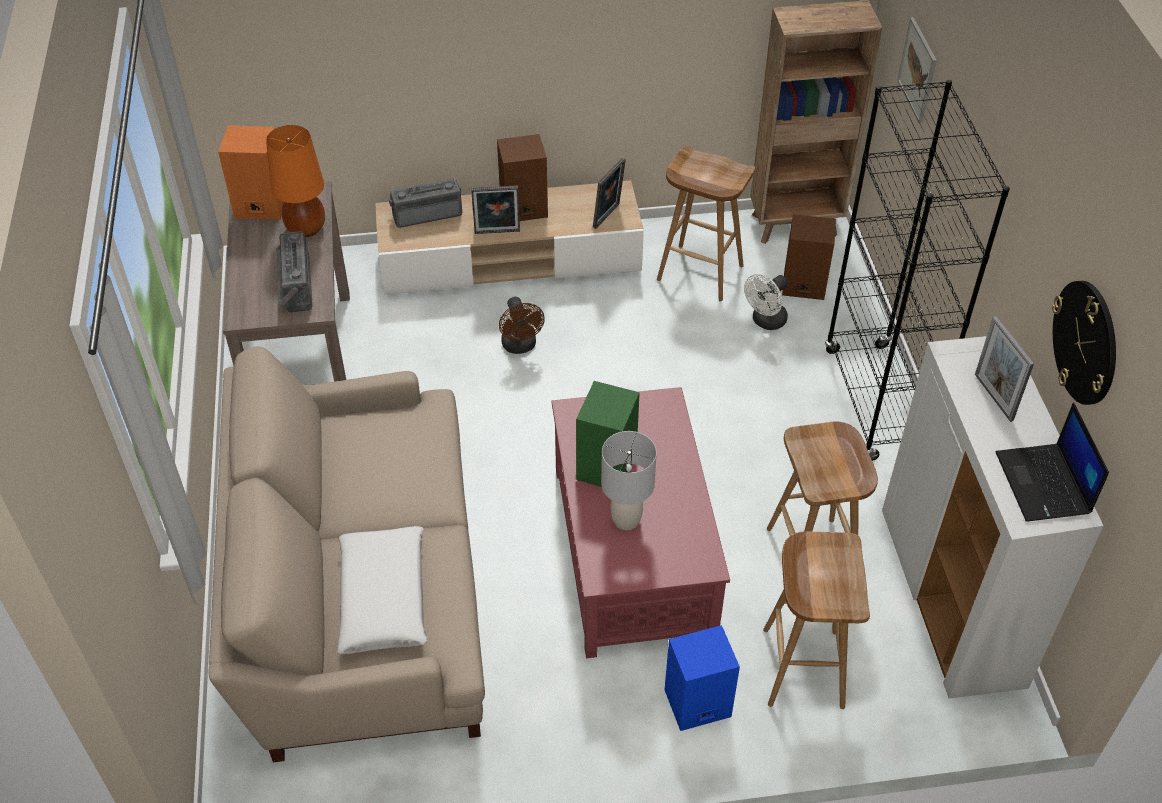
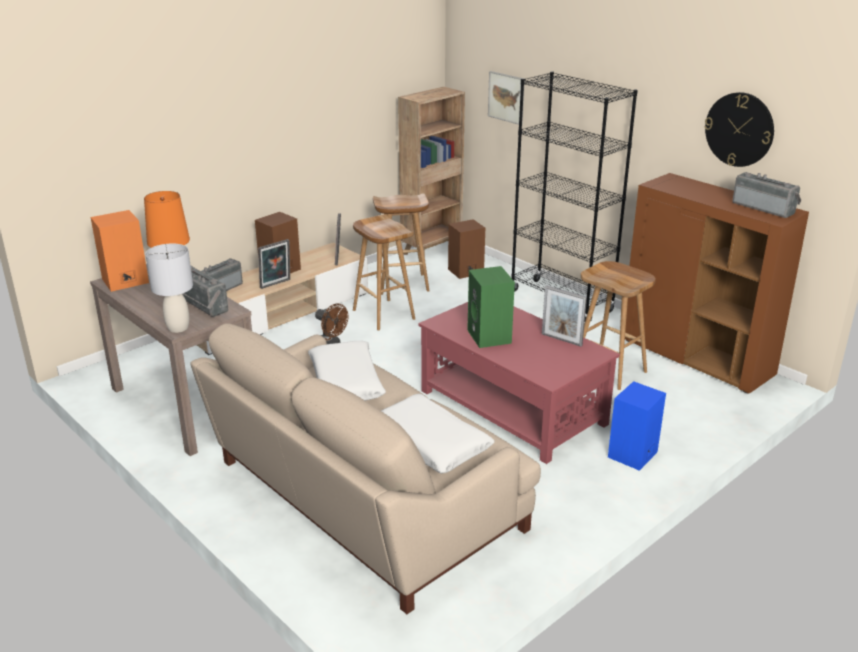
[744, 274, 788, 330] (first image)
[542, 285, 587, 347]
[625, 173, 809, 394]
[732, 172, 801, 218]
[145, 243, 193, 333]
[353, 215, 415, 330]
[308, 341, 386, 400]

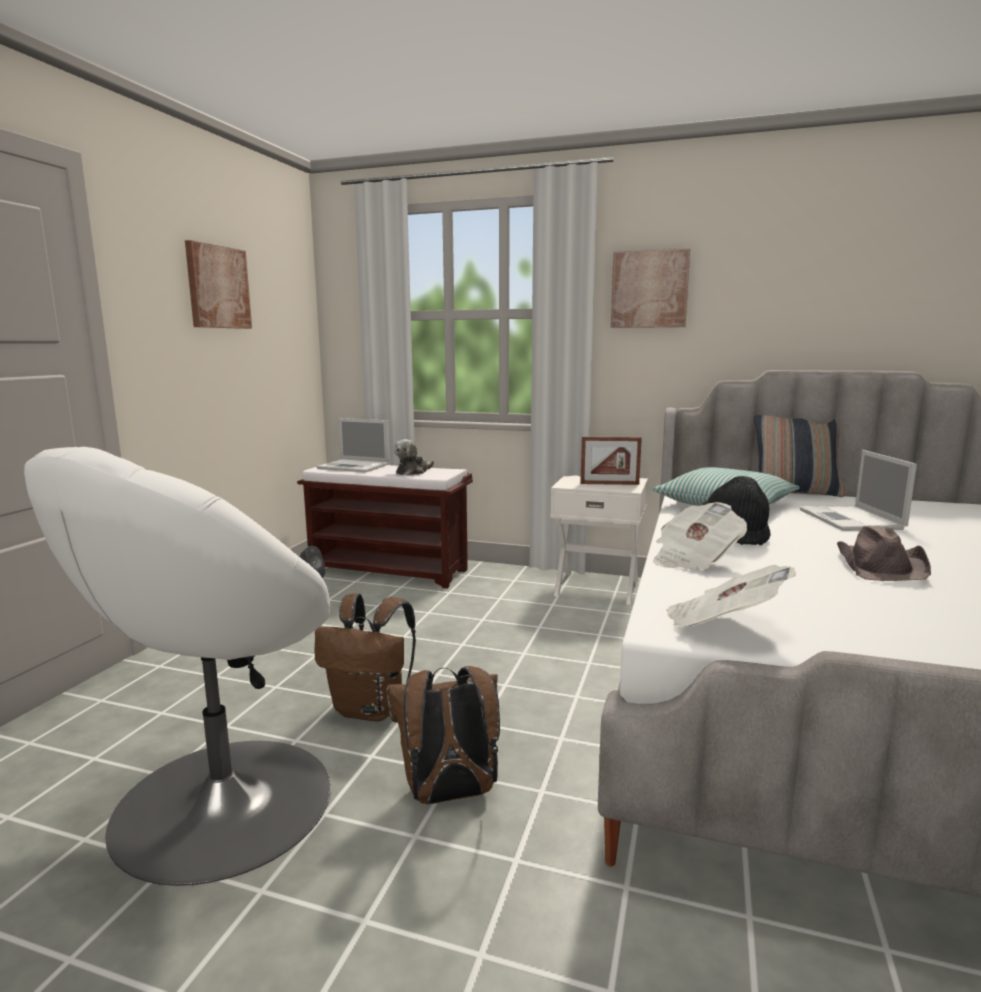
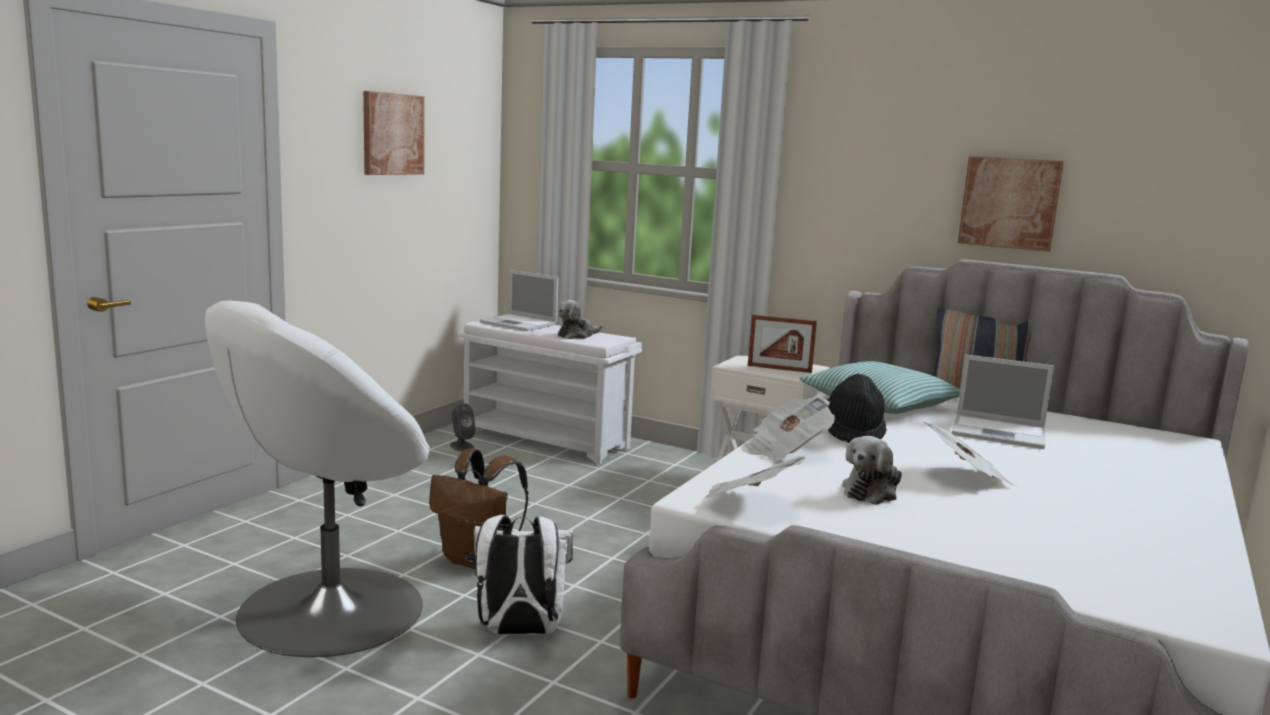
[958, 156, 1064, 252]
[952, 354, 1054, 449]
[458, 320, 642, 464]
[923, 422, 1016, 486]
[474, 515, 573, 635]
[842, 436, 902, 505]

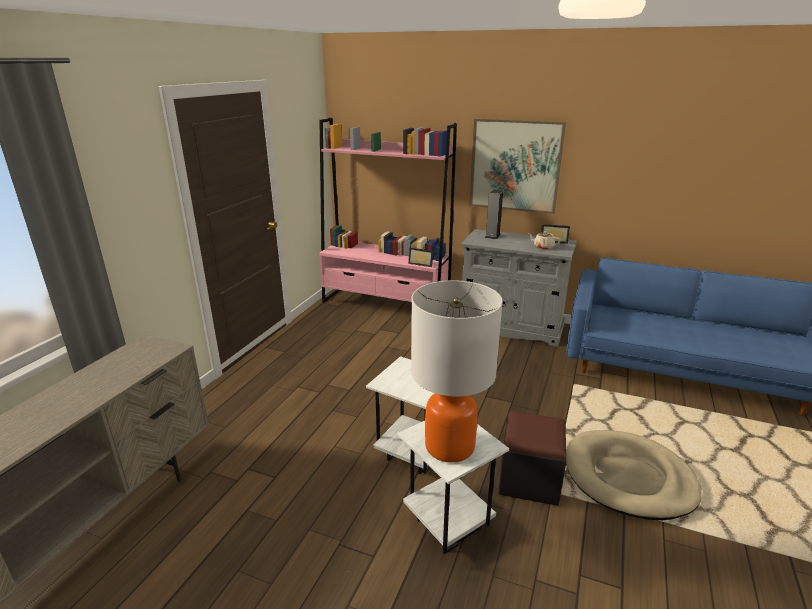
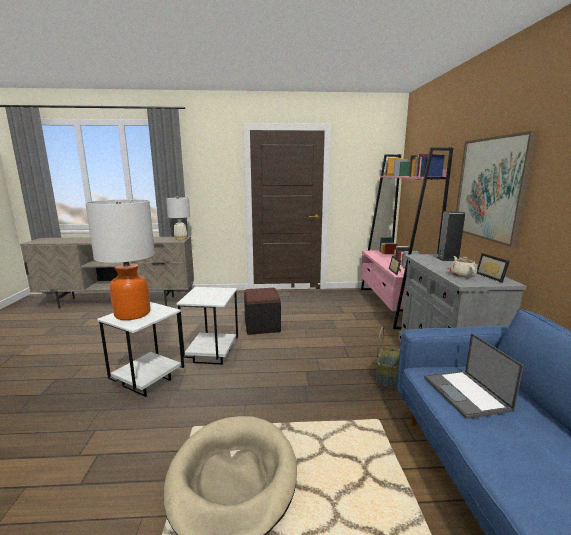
[244, 288, 281, 335]
[166, 196, 190, 240]
[376, 327, 400, 388]
[424, 333, 524, 419]

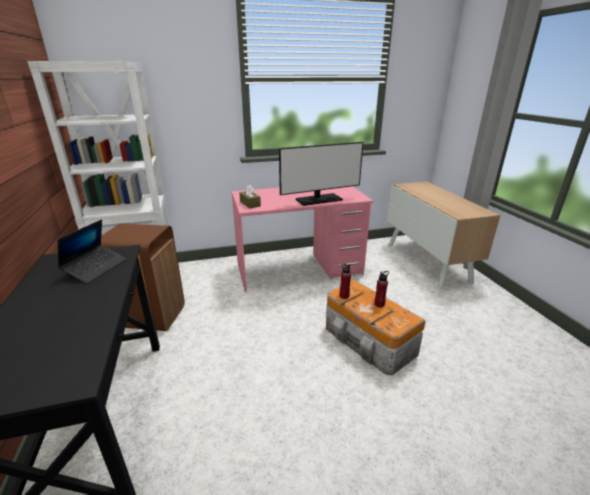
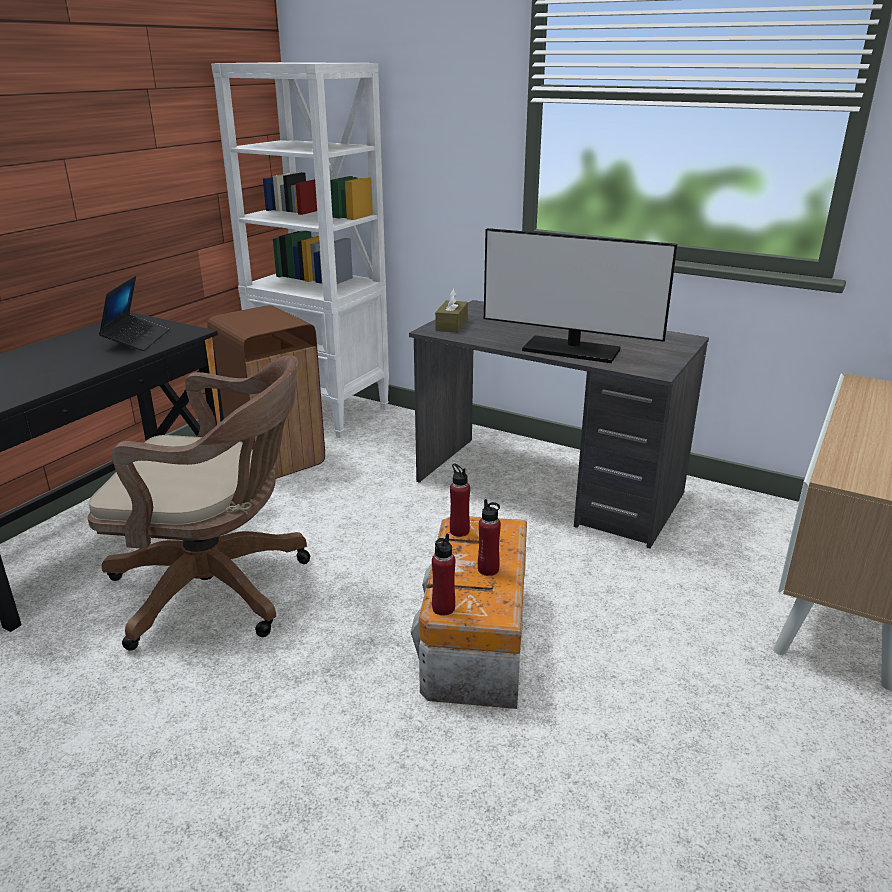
[409, 300, 709, 548]
[99, 276, 169, 351]
[88, 356, 310, 651]
[432, 533, 455, 615]

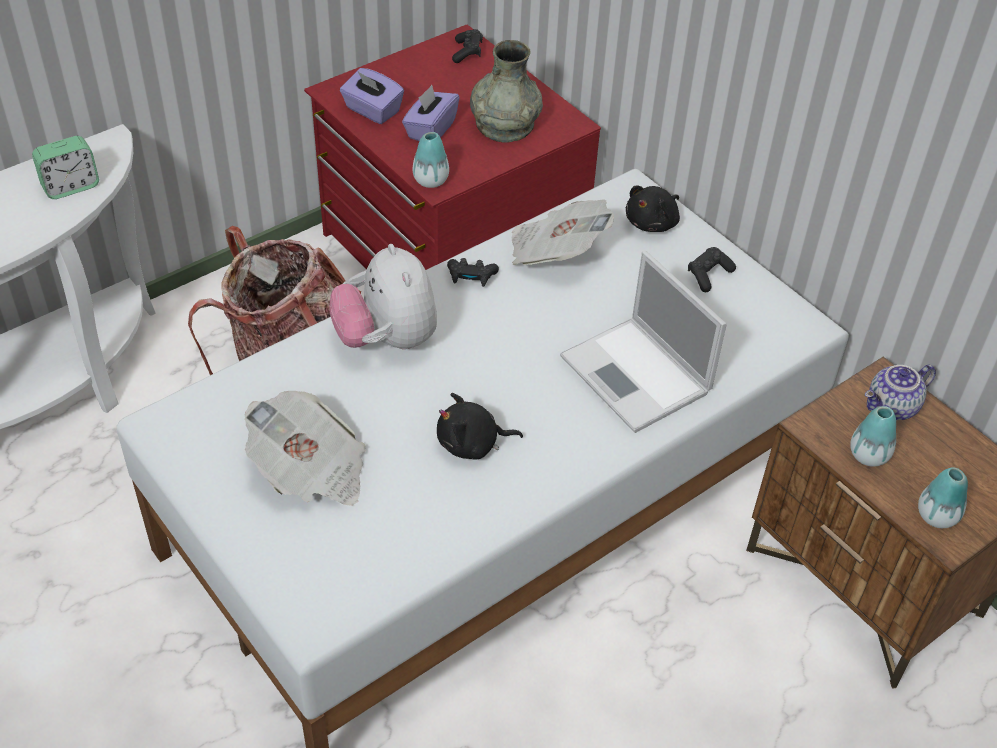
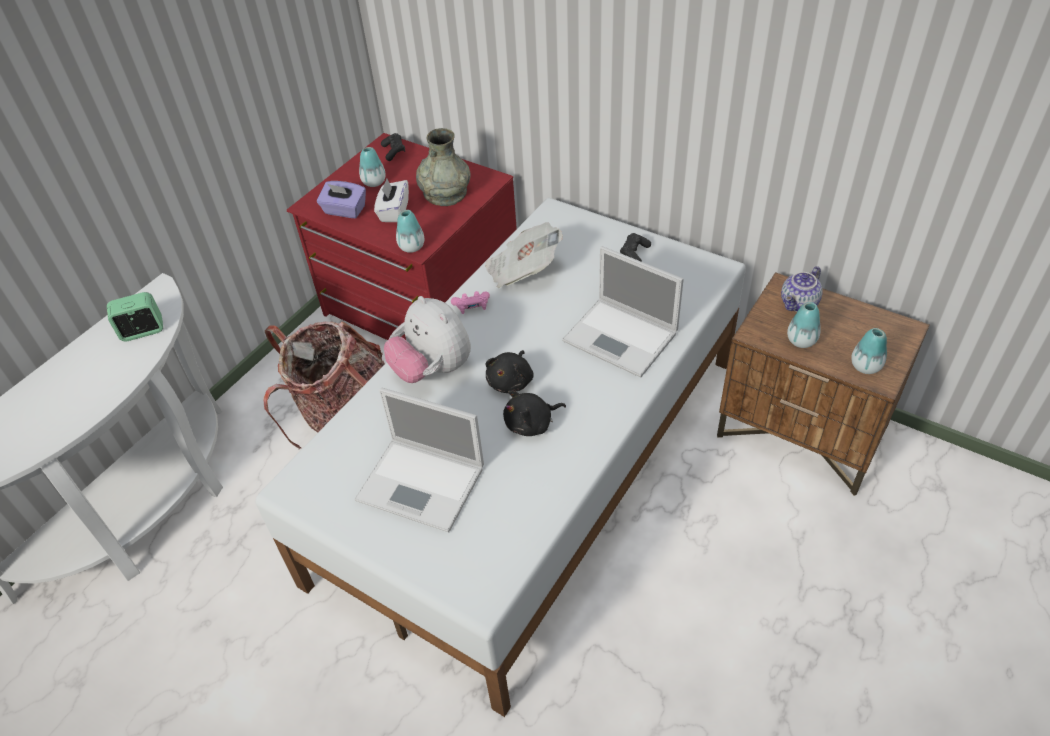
[374, 178, 409, 222]
[107, 292, 163, 341]
[486, 350, 534, 393]
[451, 291, 490, 314]
[354, 388, 484, 532]
[359, 147, 386, 187]

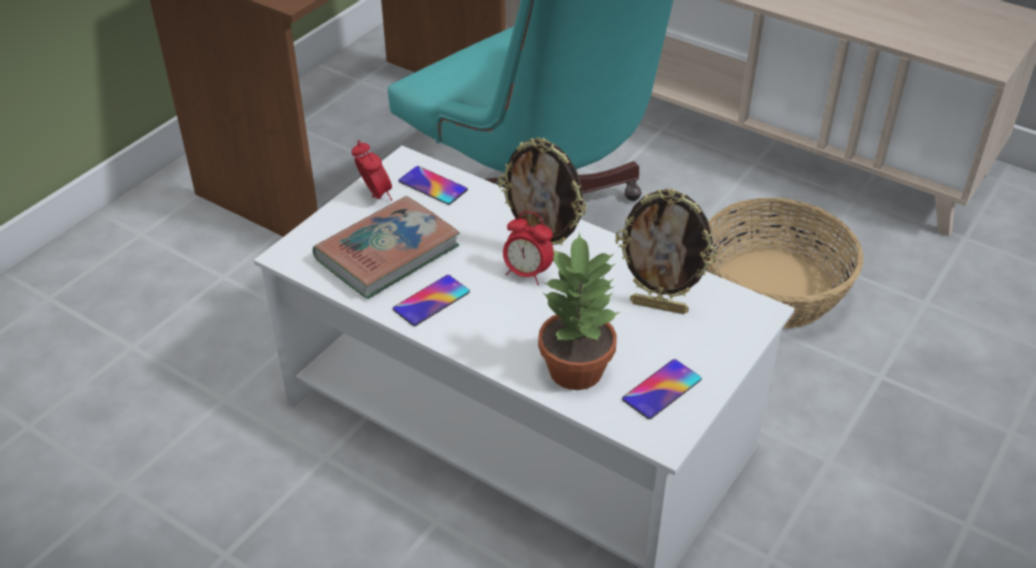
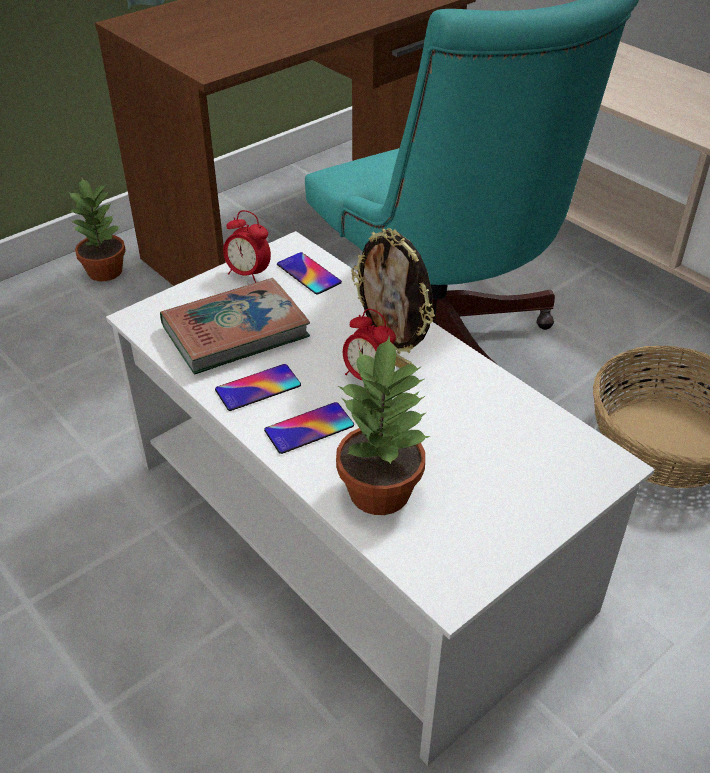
[223, 210, 271, 283]
[615, 188, 717, 314] (first image)
[264, 402, 354, 454]
[69, 178, 126, 281]

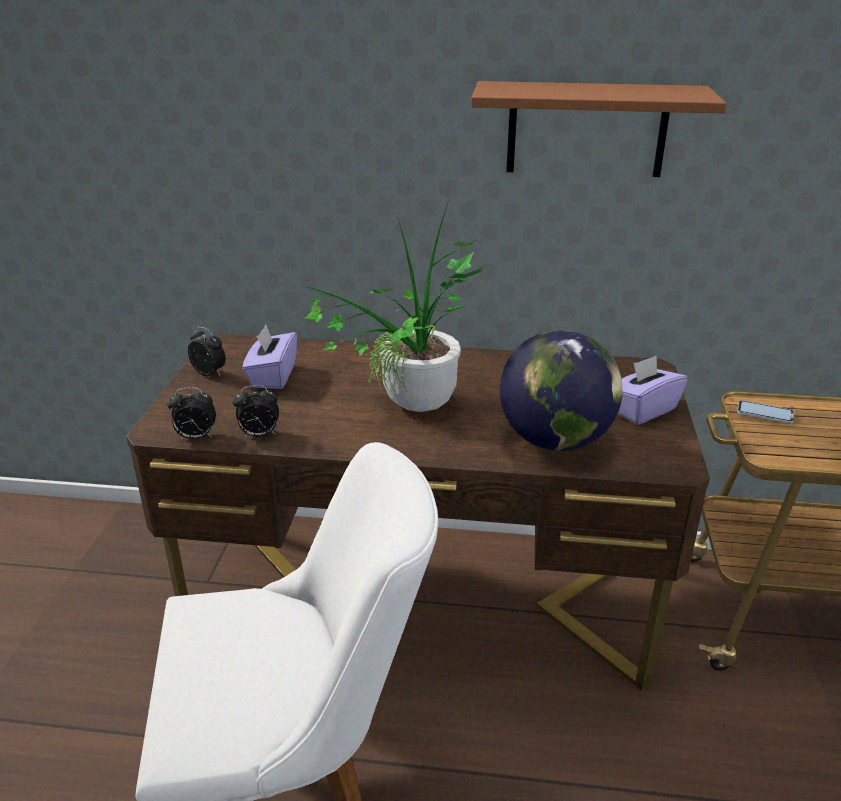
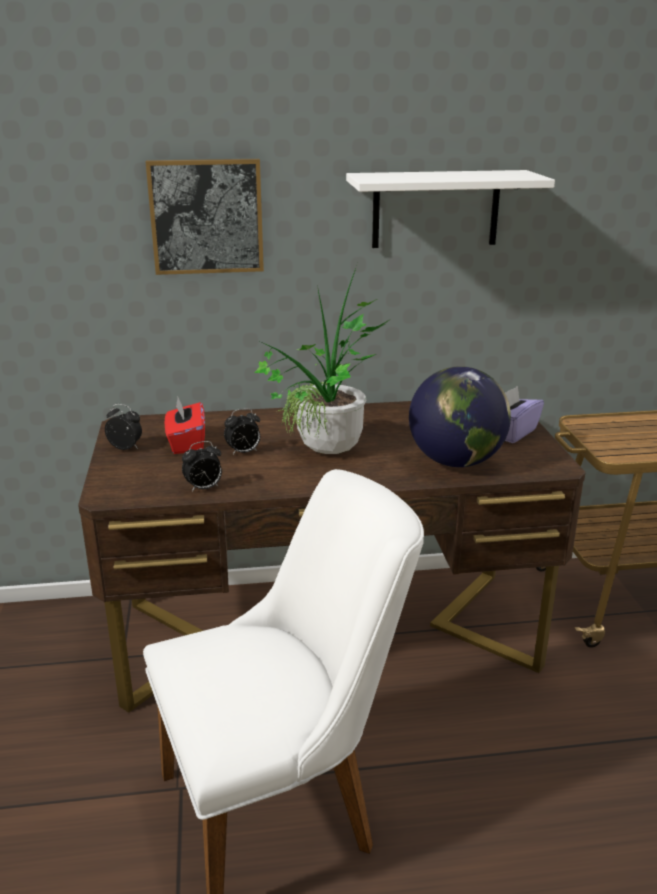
[346, 170, 555, 248]
[165, 397, 205, 454]
[224, 408, 260, 455]
[737, 400, 794, 424] (first image)
[145, 159, 264, 275]

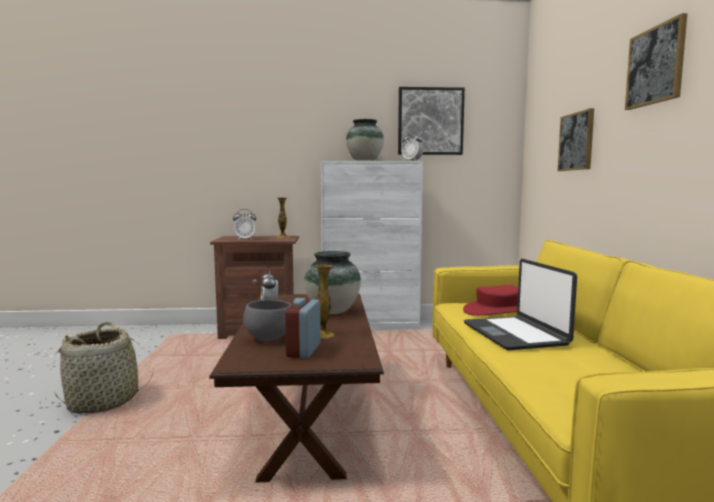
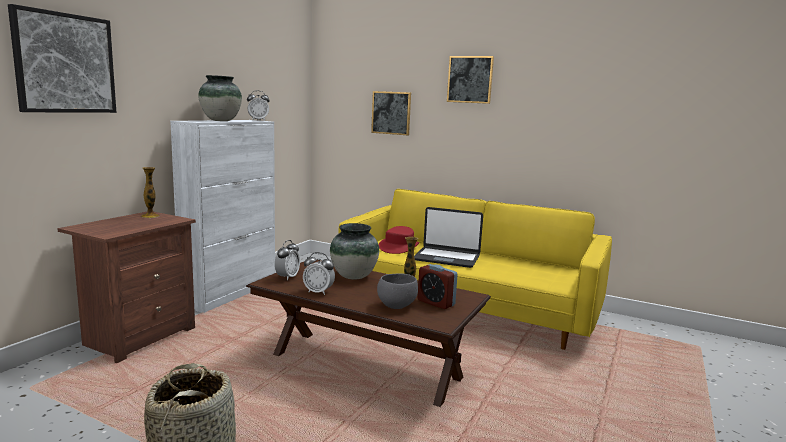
[8, 4, 116, 113]
[275, 240, 300, 281]

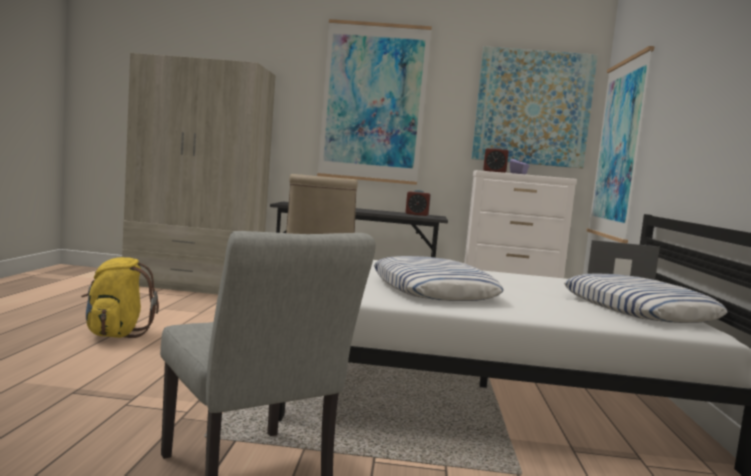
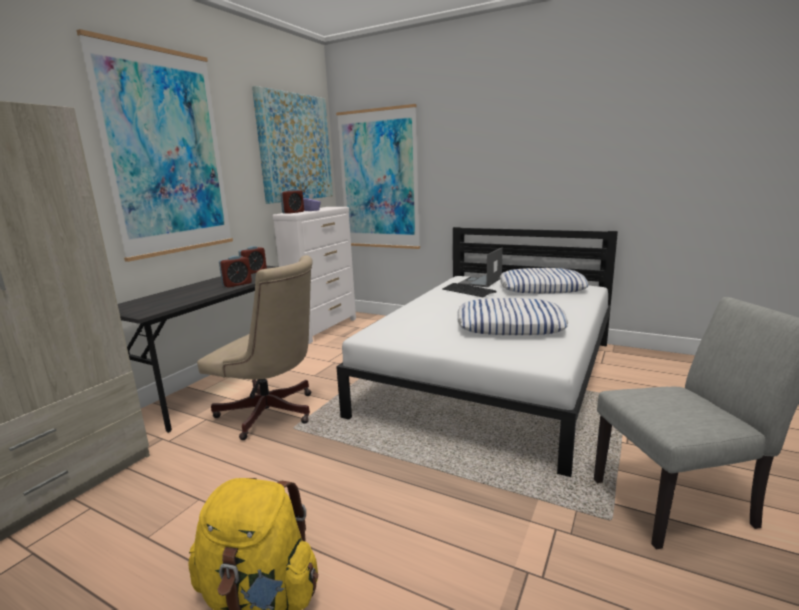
[219, 256, 252, 288]
[442, 283, 497, 297]

